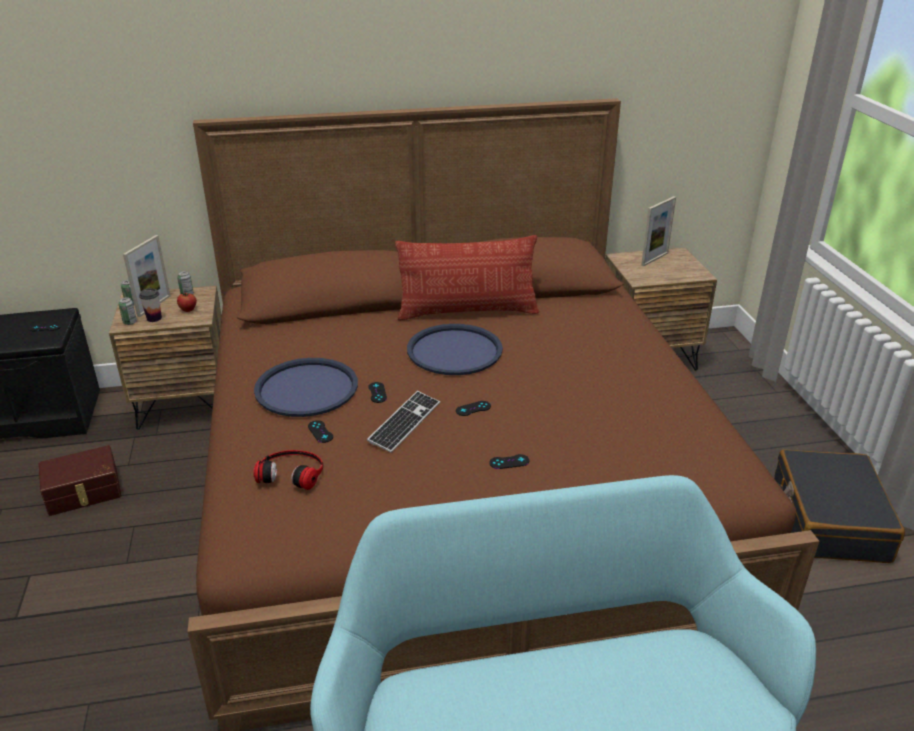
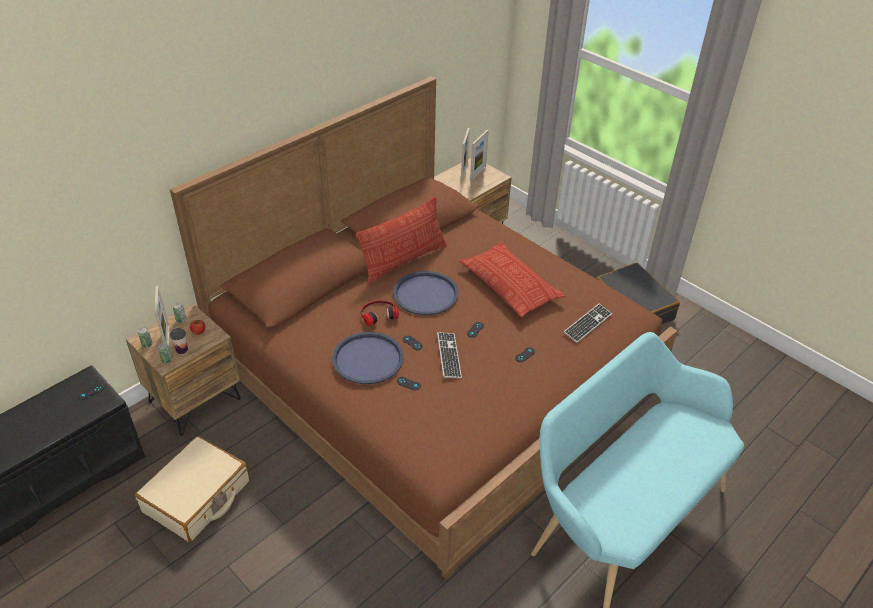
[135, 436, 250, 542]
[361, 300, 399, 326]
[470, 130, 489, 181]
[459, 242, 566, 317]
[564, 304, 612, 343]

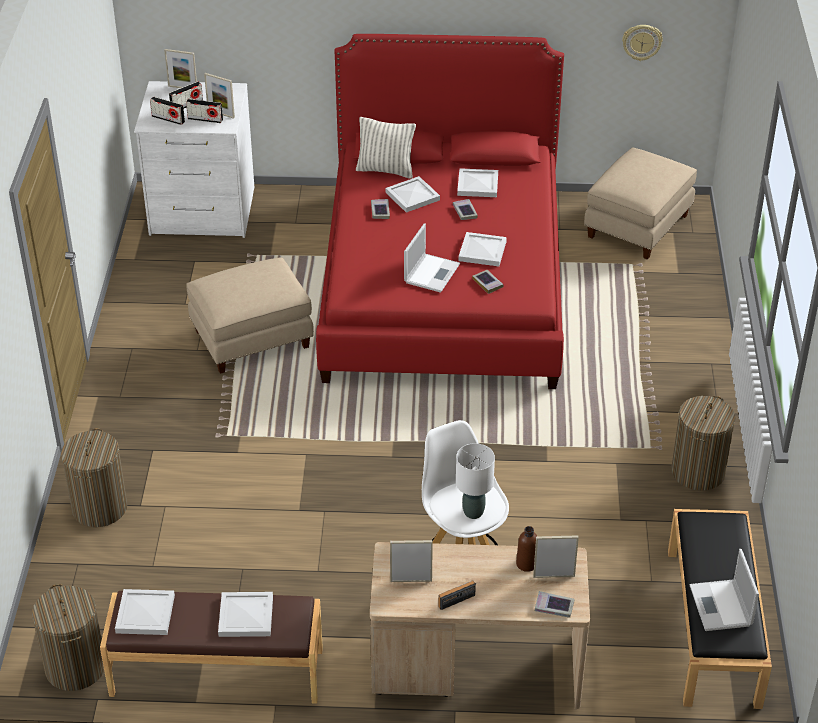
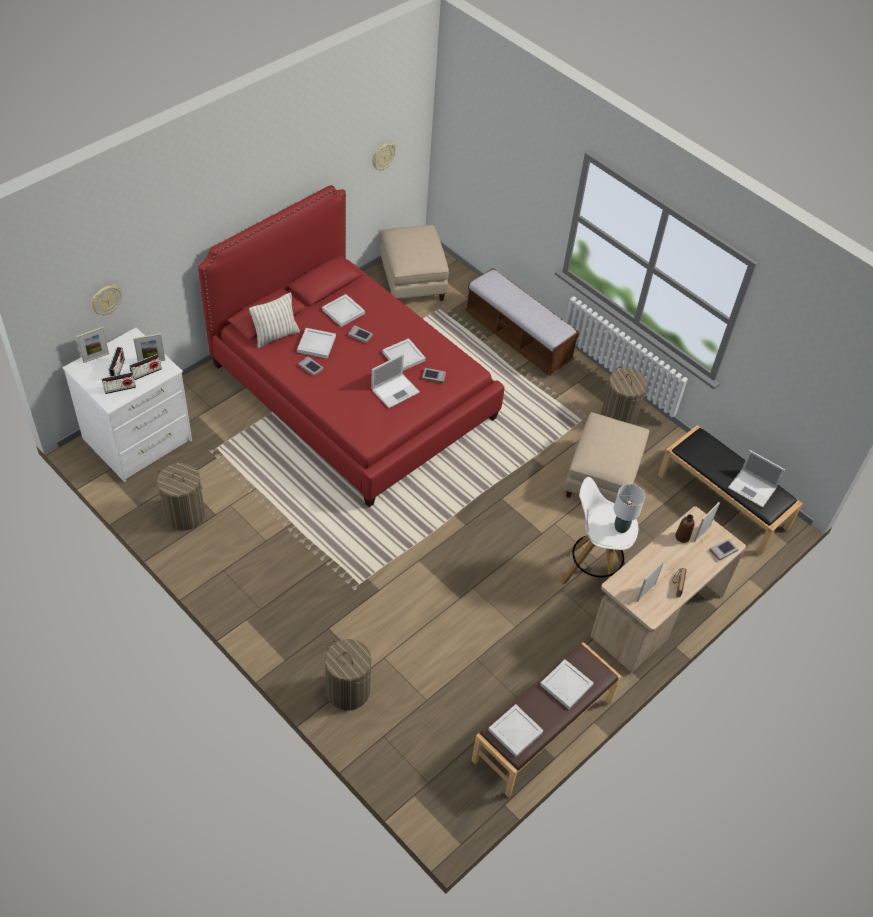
[371, 354, 420, 408]
[564, 412, 649, 504]
[155, 463, 205, 531]
[466, 268, 579, 375]
[91, 285, 122, 315]

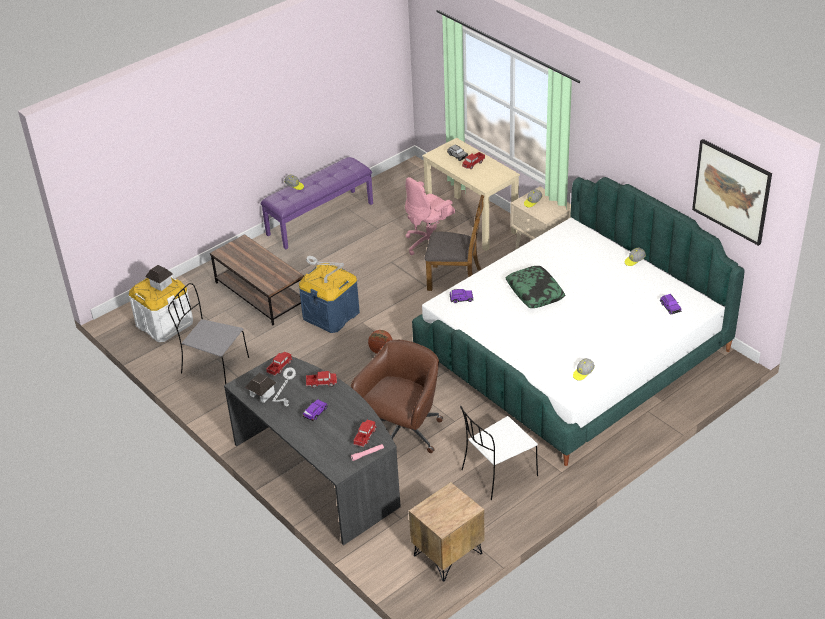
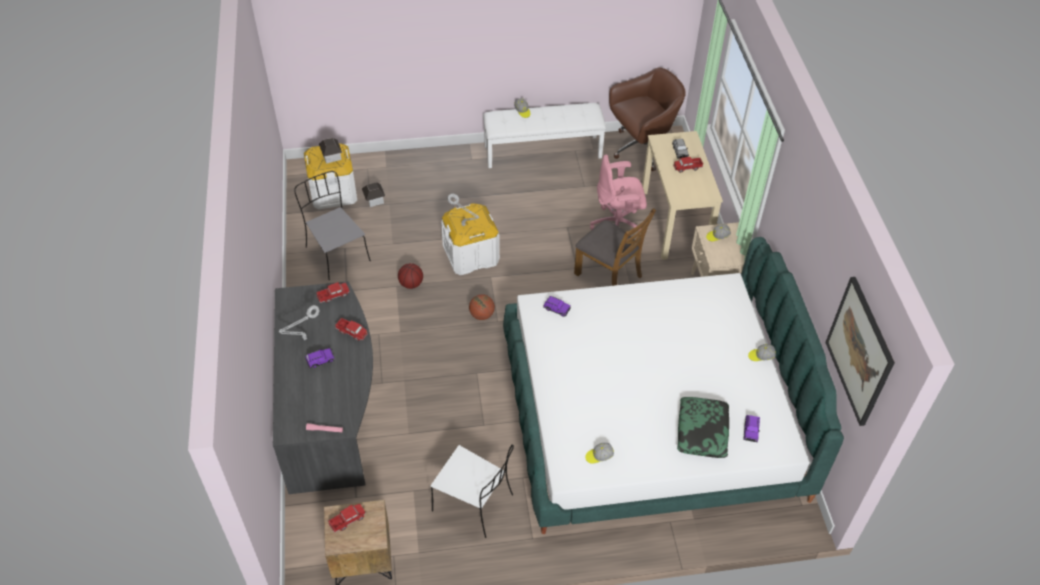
[483, 103, 606, 168]
[210, 234, 304, 325] (first image)
[441, 203, 500, 275]
[677, 397, 729, 458]
[609, 67, 686, 171]
[362, 182, 385, 207]
[431, 444, 514, 538]
[328, 504, 366, 533]
[398, 263, 423, 289]

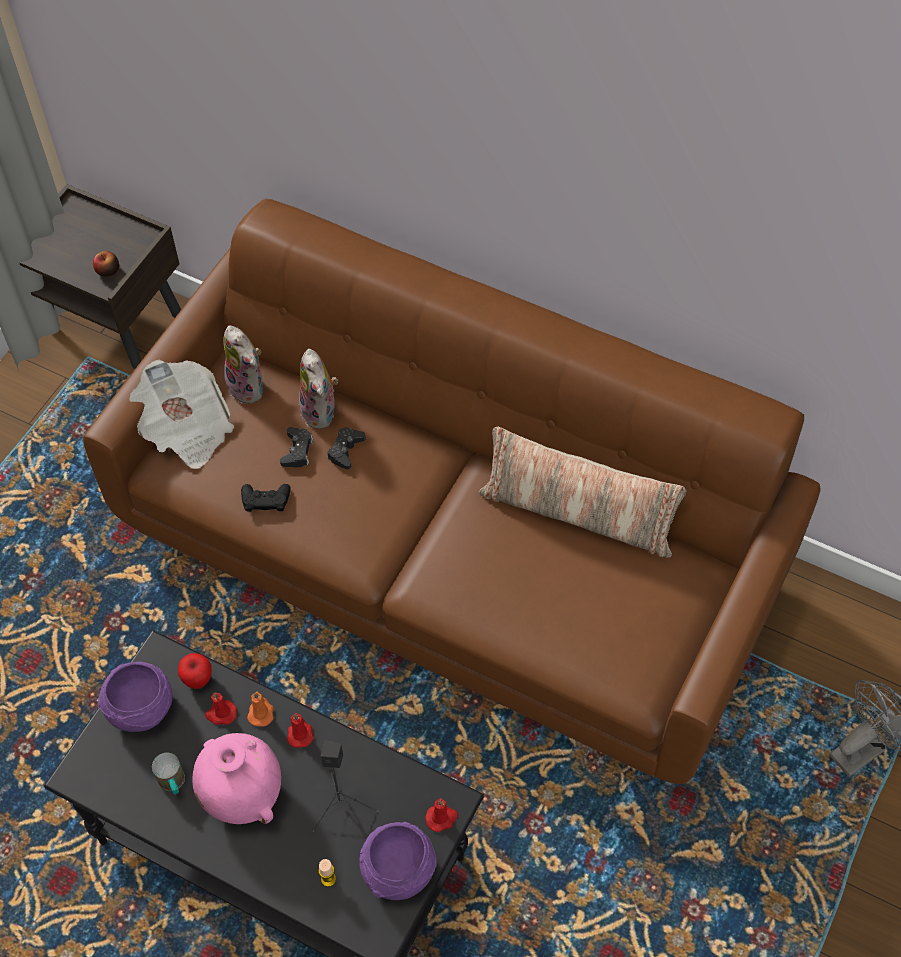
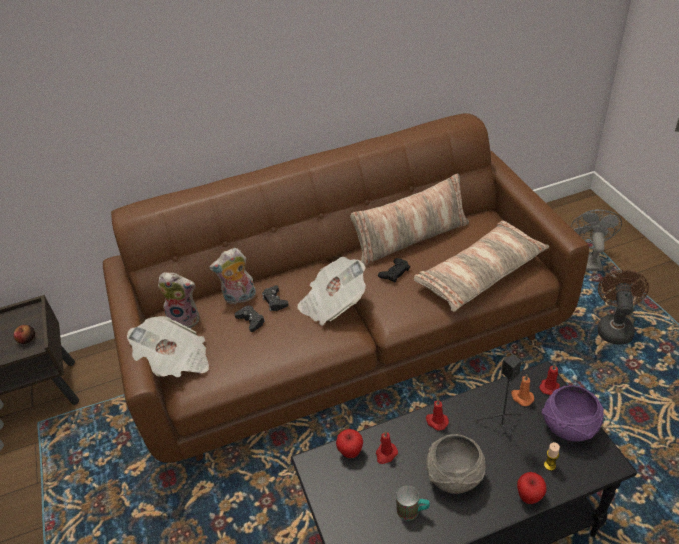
[209, 248, 256, 305]
[378, 258, 410, 282]
[98, 662, 173, 732] (first image)
[511, 375, 534, 406]
[426, 434, 486, 494]
[414, 220, 549, 311]
[297, 257, 366, 326]
[597, 270, 649, 345]
[517, 472, 547, 504]

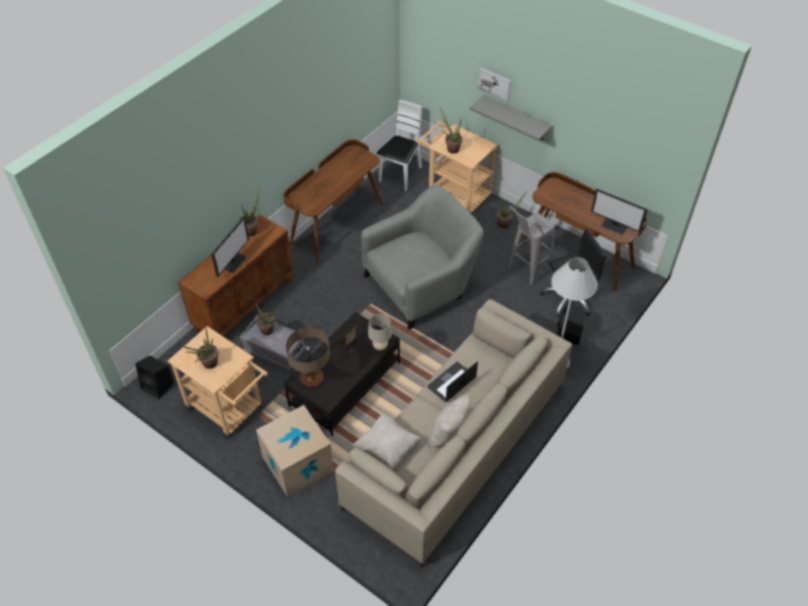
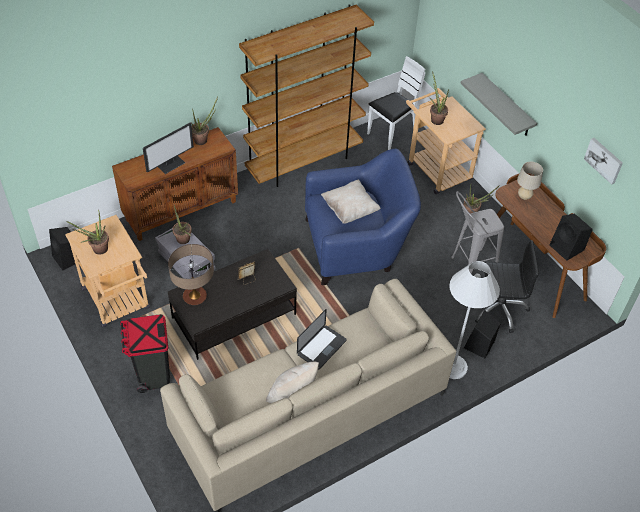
[584, 138, 623, 184]
[239, 4, 374, 187]
[305, 149, 421, 285]
[549, 214, 593, 261]
[517, 162, 543, 200]
[297, 309, 347, 370]
[120, 314, 170, 393]
[321, 180, 381, 224]

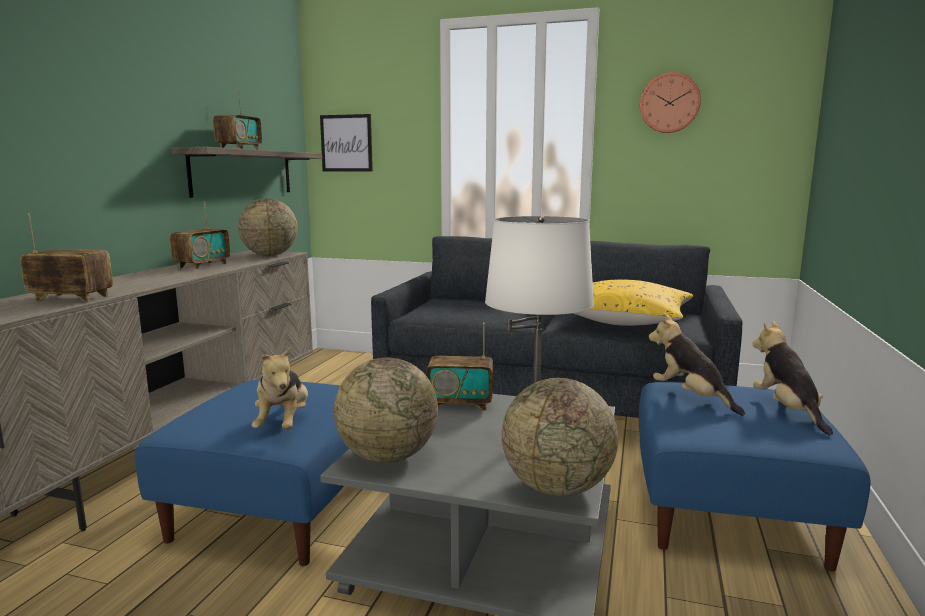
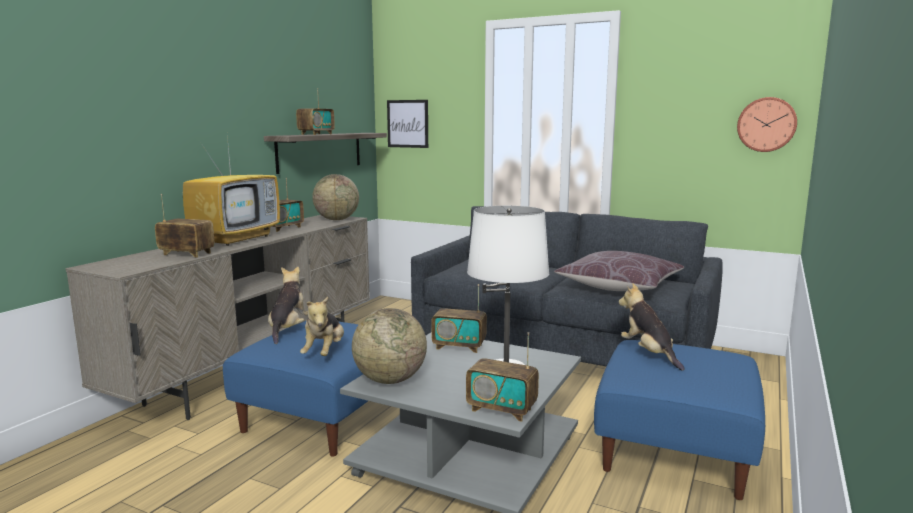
[737, 97, 797, 152]
[554, 251, 684, 291]
[268, 267, 308, 344]
[466, 332, 539, 422]
[183, 136, 280, 246]

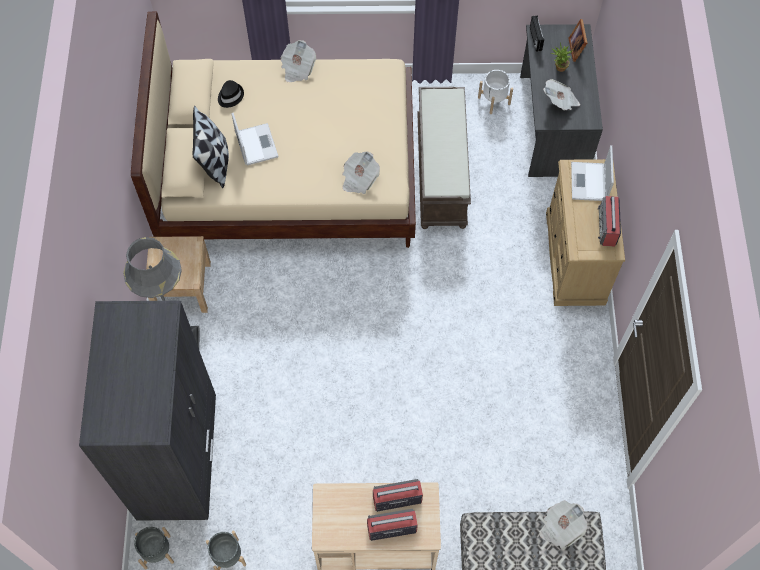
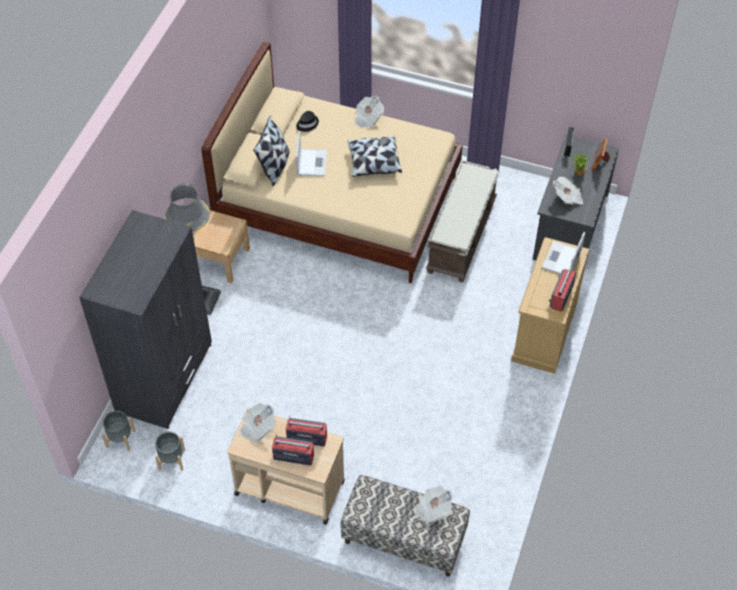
[478, 70, 513, 114] (first image)
[239, 403, 276, 443]
[347, 135, 402, 177]

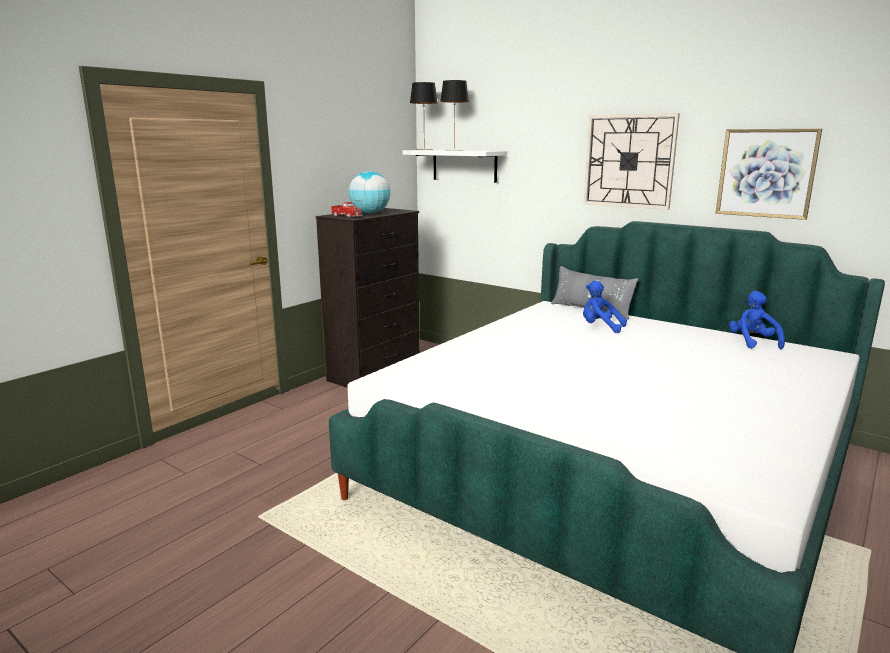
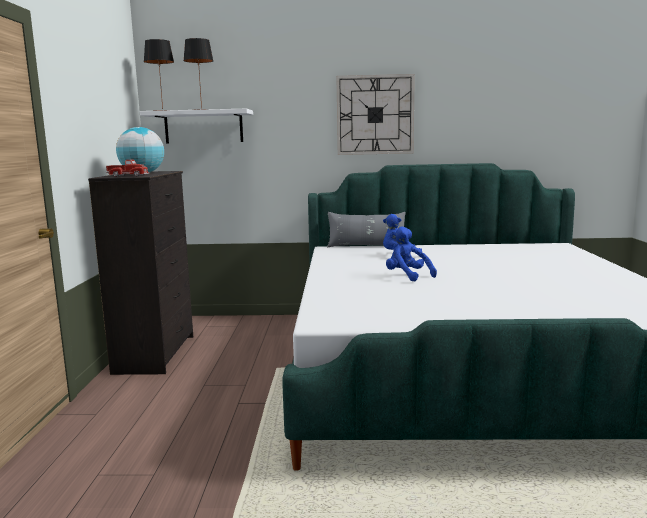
[716, 129, 822, 220] (first image)
[386, 226, 437, 281]

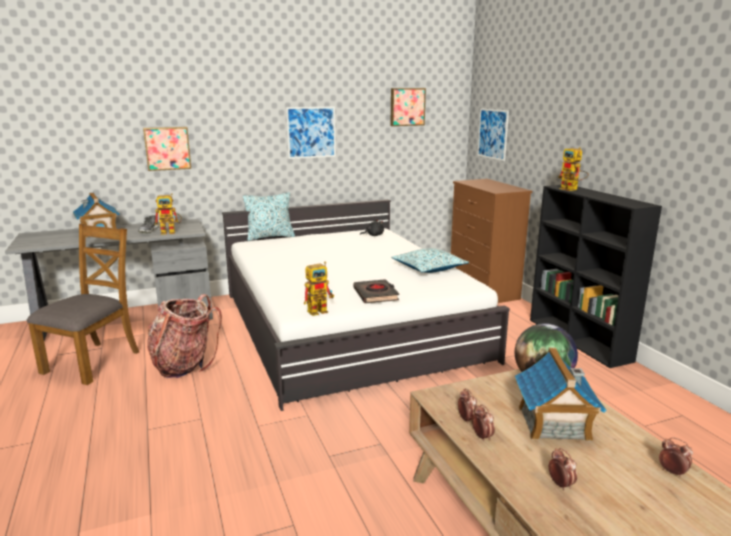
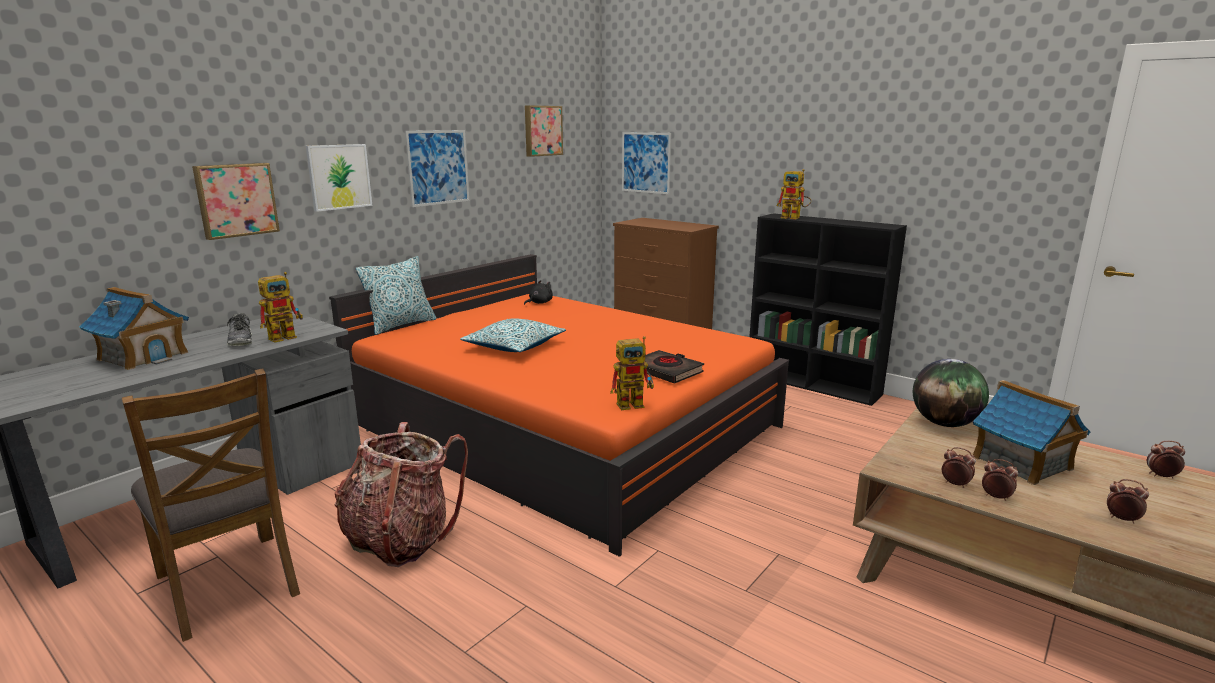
[329, 254, 789, 557]
[122, 368, 300, 642]
[460, 318, 566, 352]
[610, 336, 654, 410]
[306, 144, 372, 212]

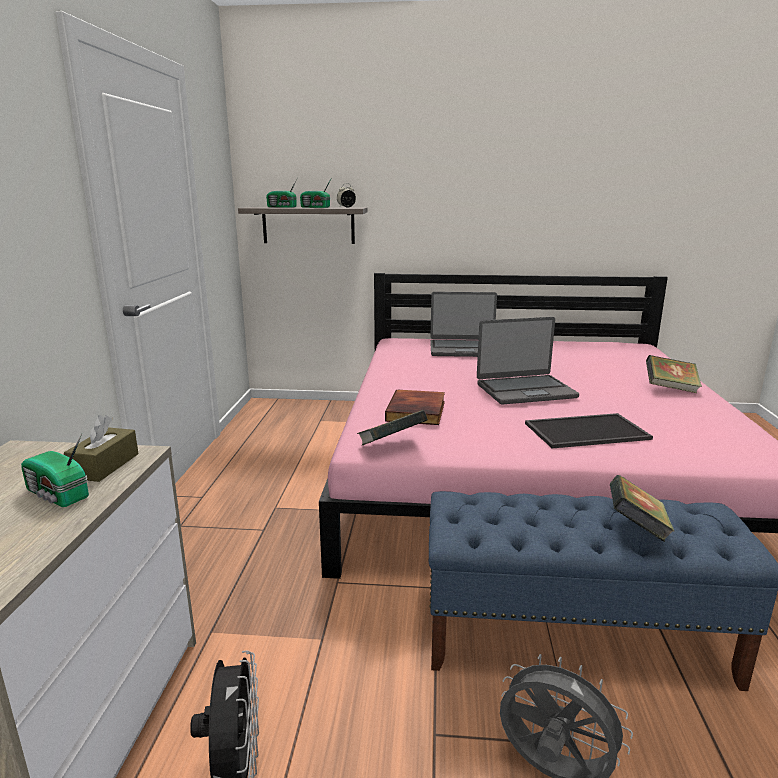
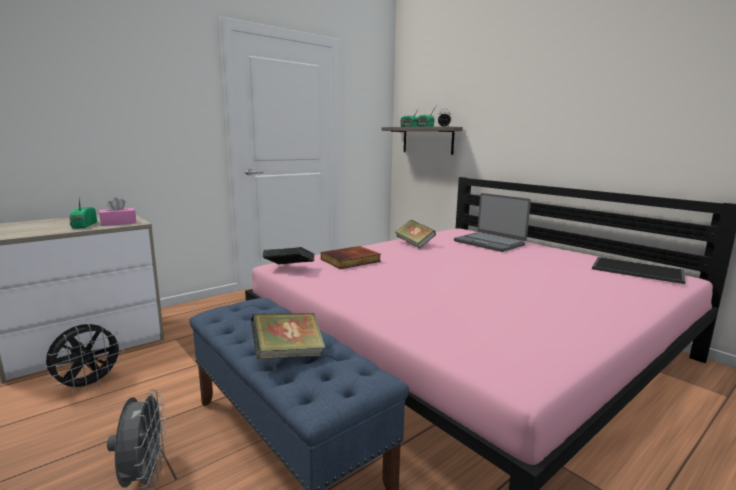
[477, 317, 579, 405] (first image)
[396, 220, 436, 249]
[592, 257, 686, 284]
[99, 197, 137, 226]

